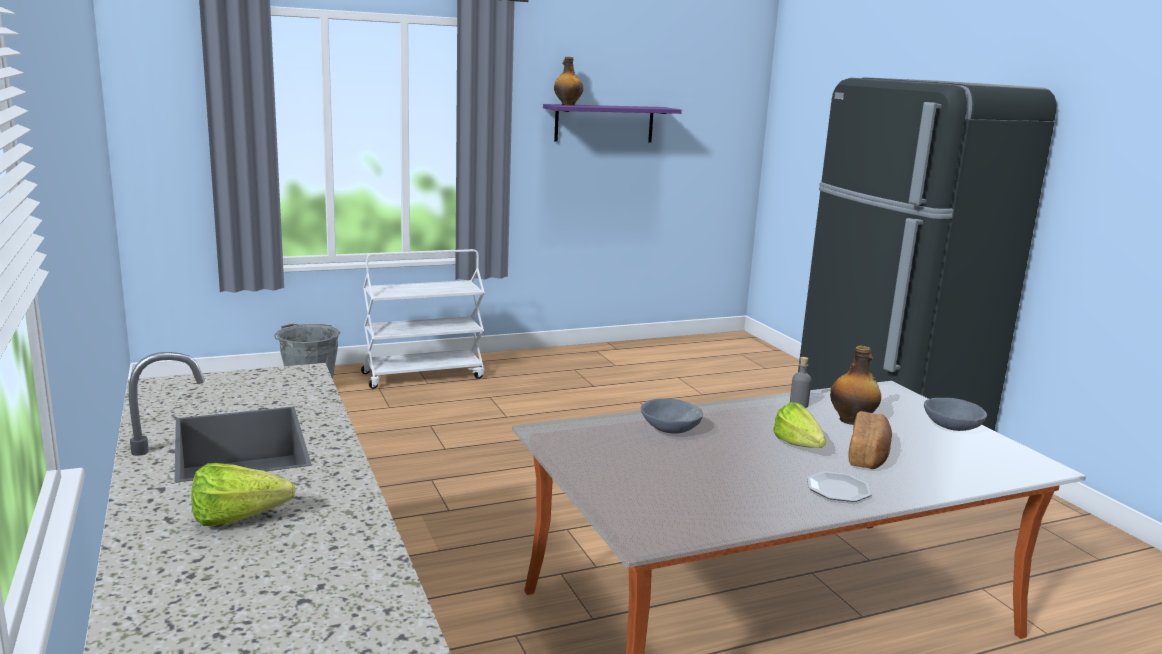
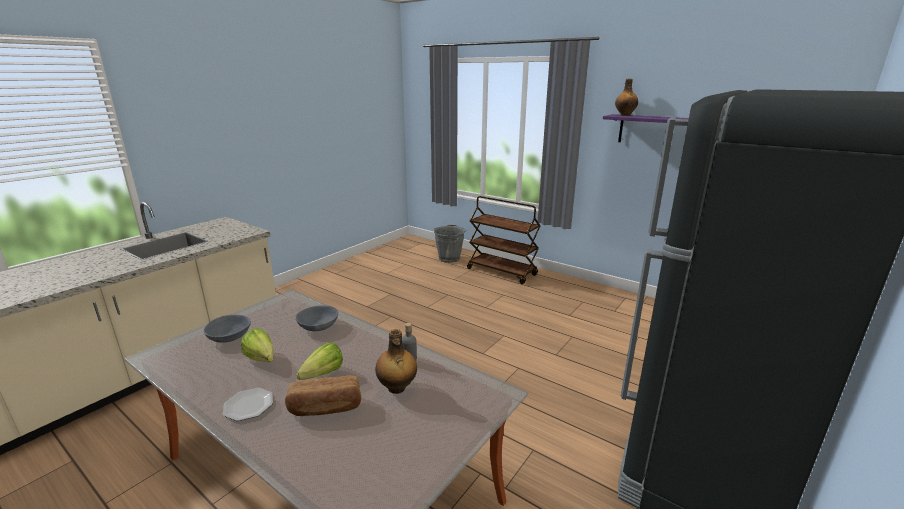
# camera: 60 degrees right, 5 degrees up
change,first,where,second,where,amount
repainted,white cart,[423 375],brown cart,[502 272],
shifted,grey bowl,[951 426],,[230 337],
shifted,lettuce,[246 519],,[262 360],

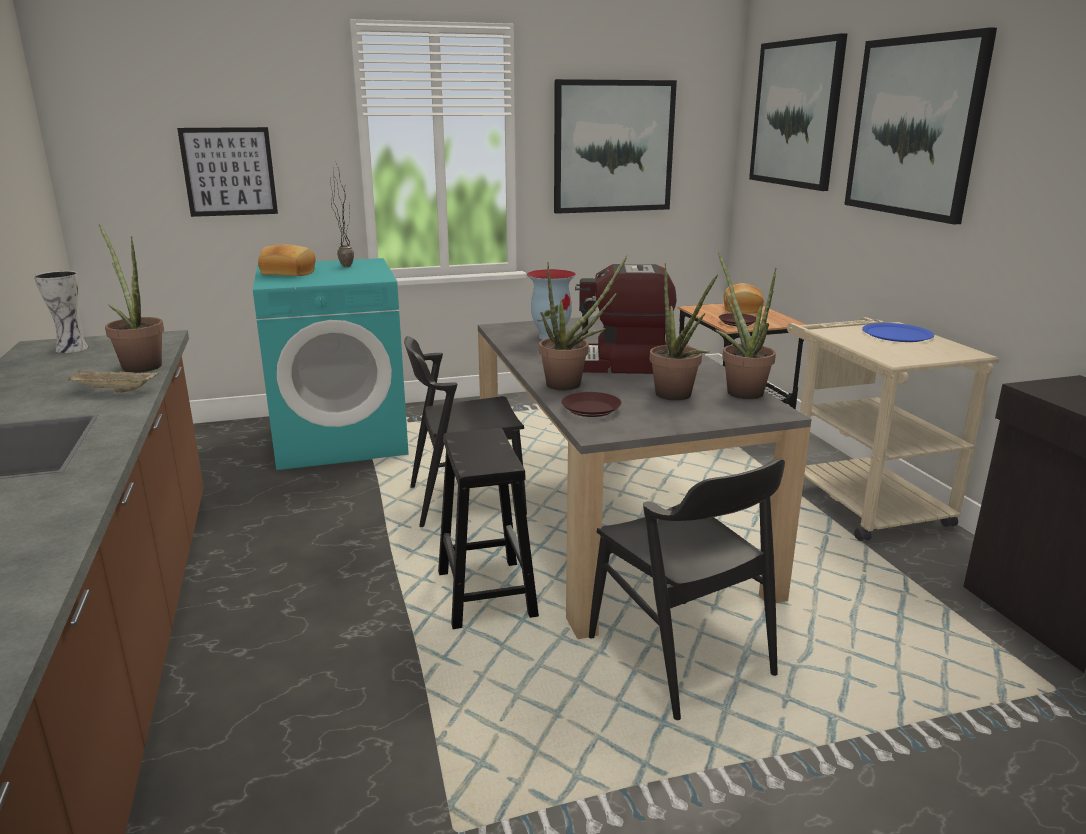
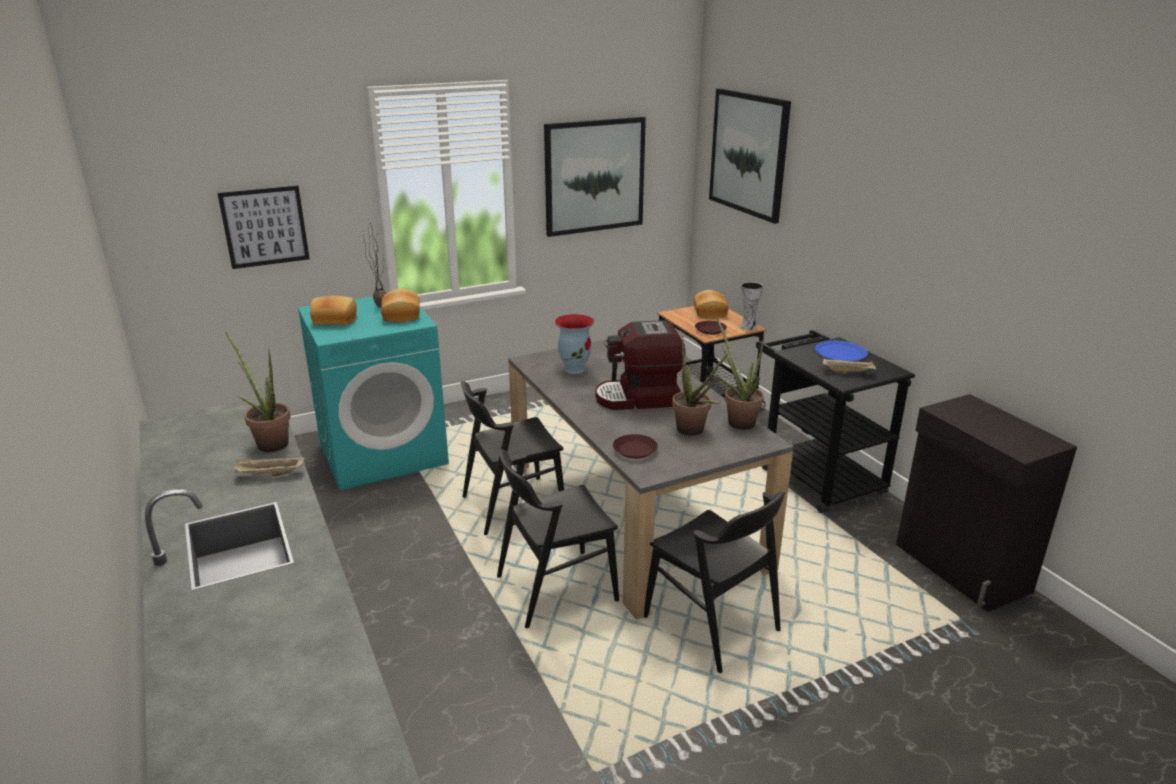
# camera: 10 degrees left, 5 degrees up
change,first,where,second,where,amount
gone,picture,[914 127],,,
gone,potted plant,[571 384],,,
shifted,vase,[73 348],,[748 326],
repainted,beige cart,[858 500],black cart,[815 475],
swapped,black stool,[485 593],black chair,[556 588],
new,,,bread,[400 315],
new,,,beige tray,[848 372],

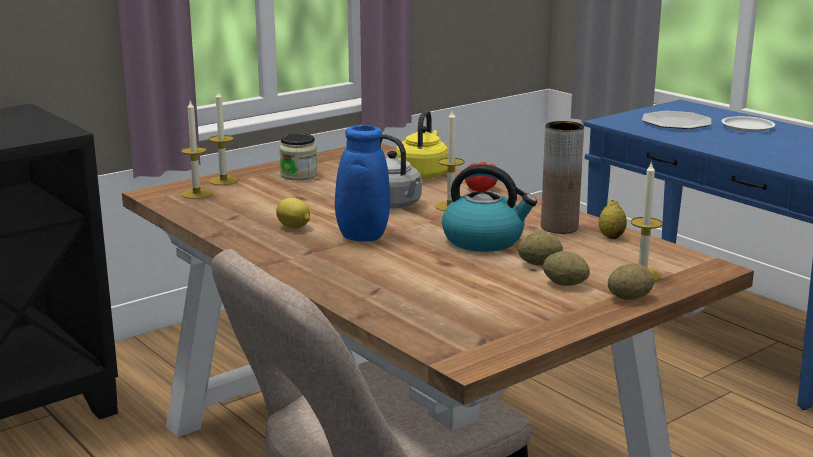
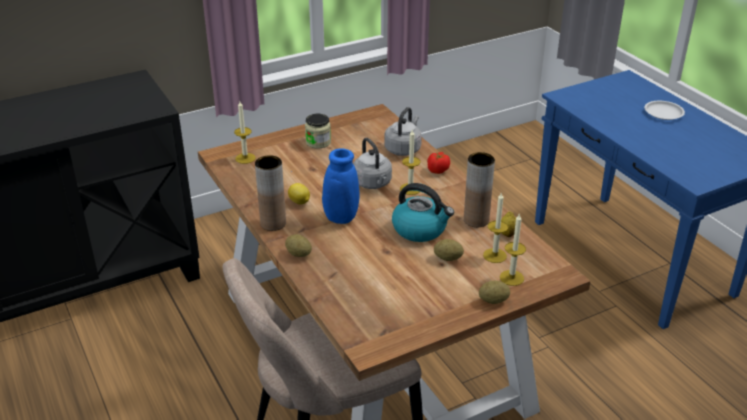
# camera: 10 degrees right, 15 degrees up
change,first,where,second,where,amount
shifted,candle,[223 181],,[494 255],
repainted,yellow kettle,[422 174],grey kettle,[403 149],
gone,plate,[676 123],,,
shifted,potato,[565 284],,[298 254],
new,,,brown vase,[273 223],

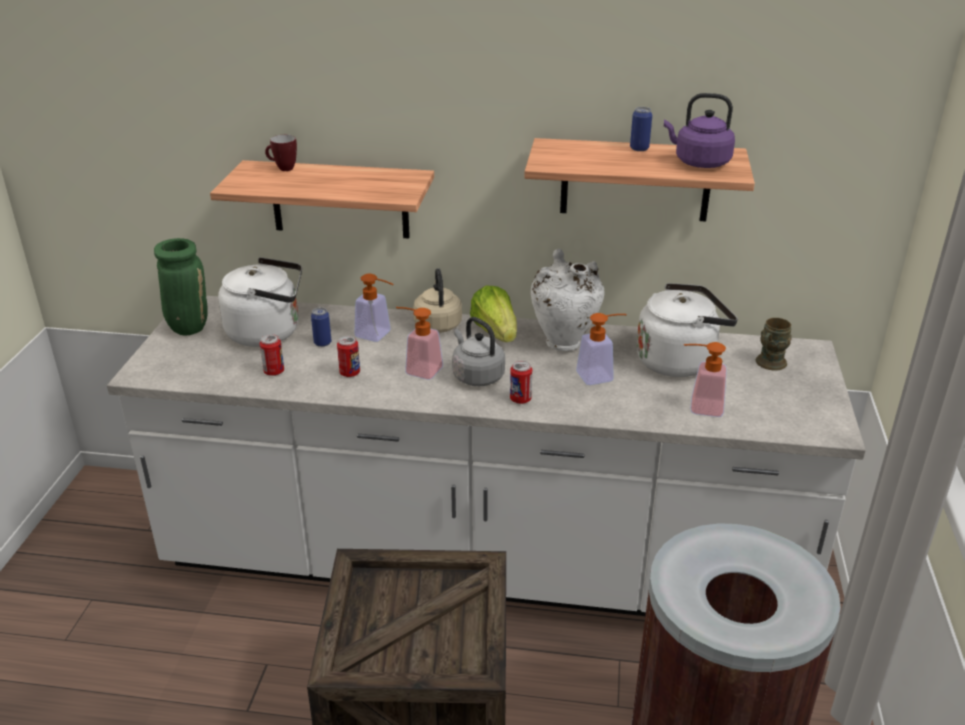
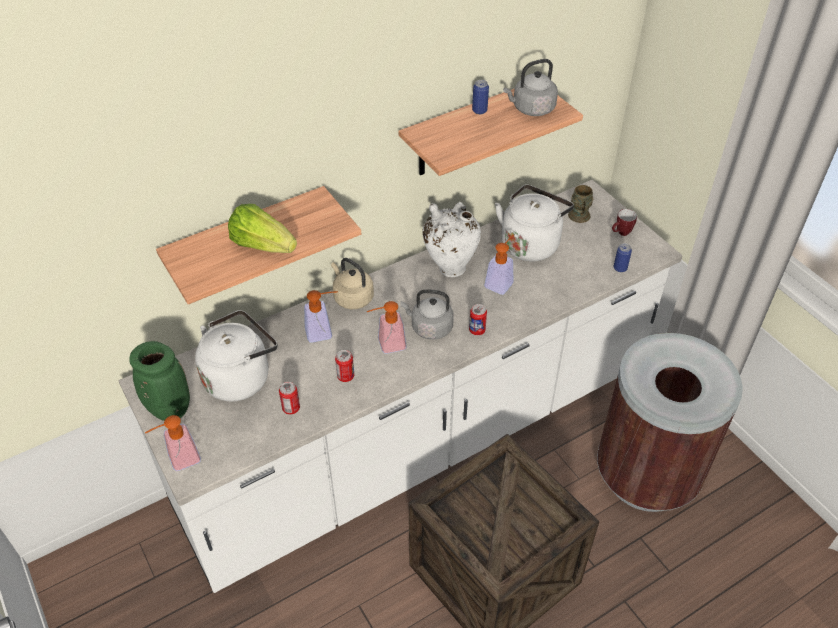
# camera: 40 degrees left, 15 degrees up
change,first,where,second,where,amount
repainted,purple kettle,[699 162],grey kettle,[531 109],
shifted,mug,[282 169],,[621 233],
shifted,lettuce,[496 332],,[262 245],
shifted,can,[322 343],,[620 268],
shifted,soap dispenser,[699 407],,[178 460],

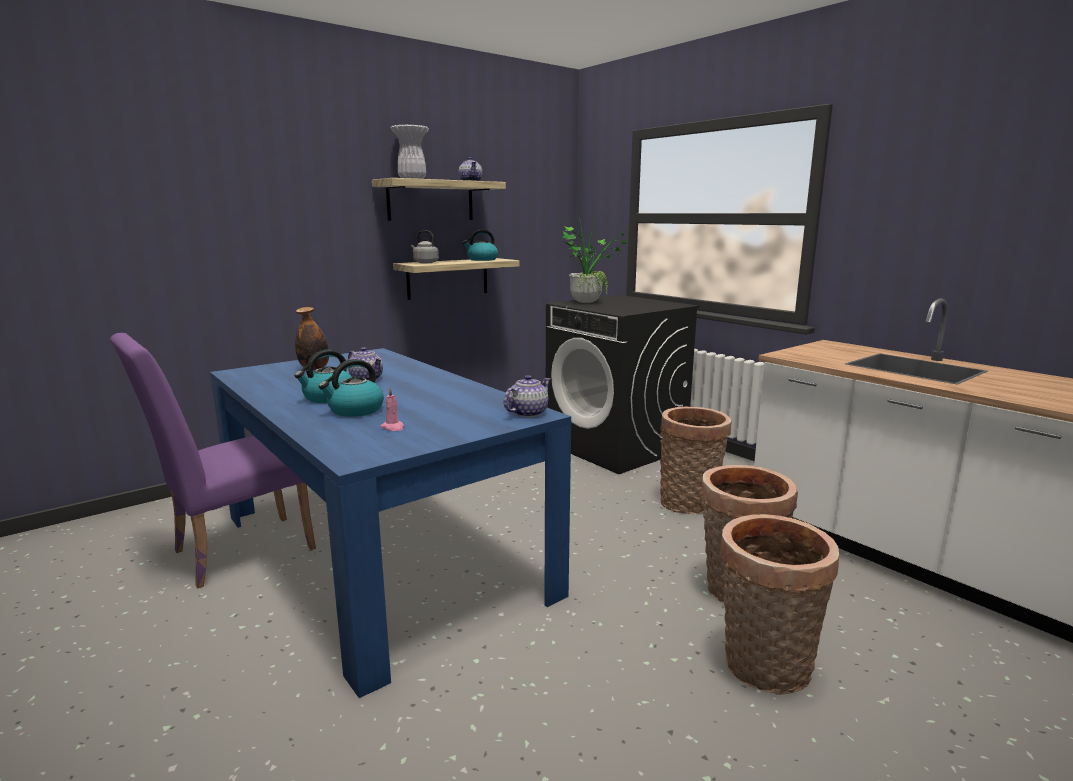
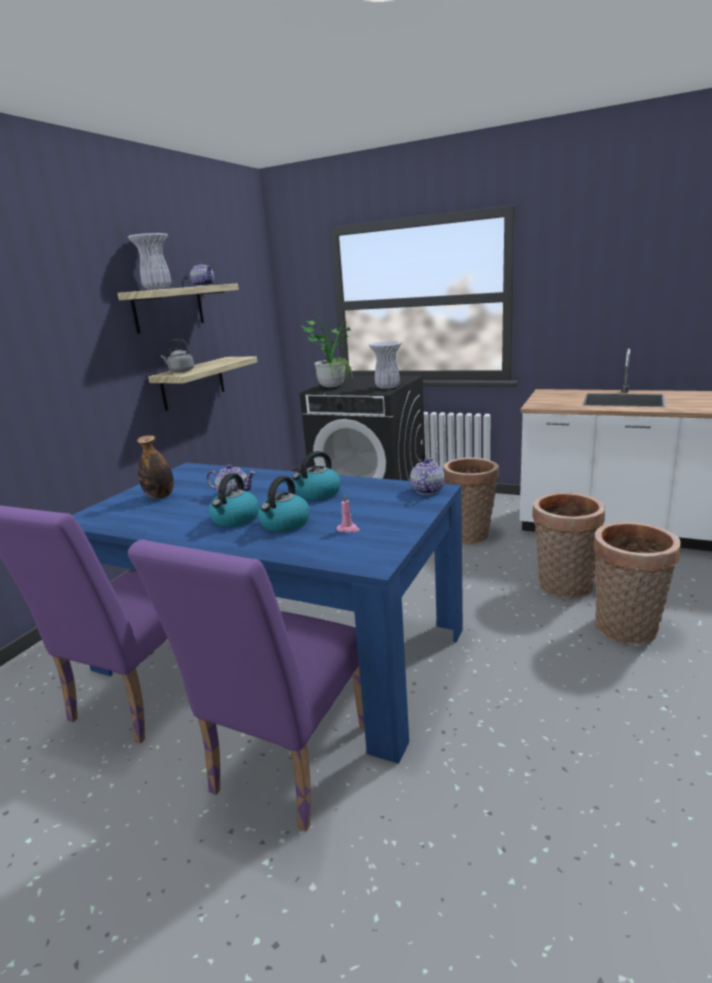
# camera: 25 degrees left, 5 degrees up
change,first,where,second,where,amount
shifted,kettle,[482 260],,[318 494],
new,,,white vase,[387 387],
new,,,purple chair,[284 767],

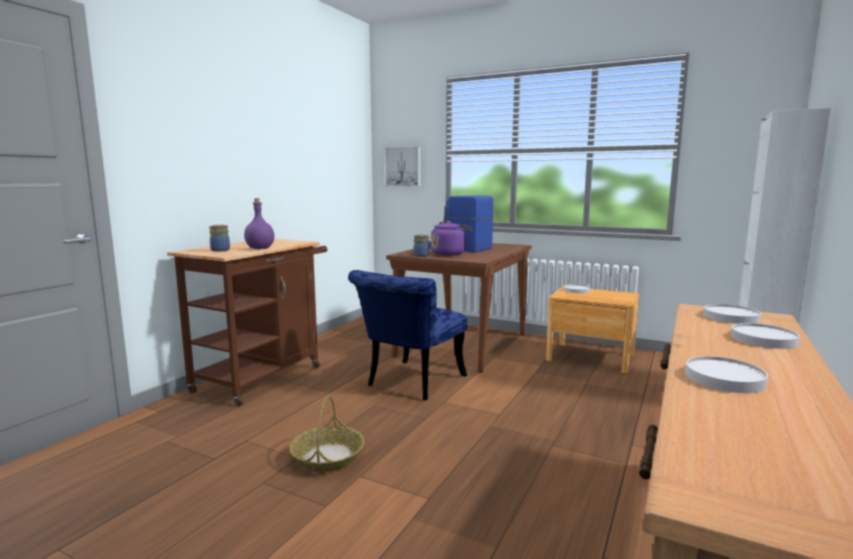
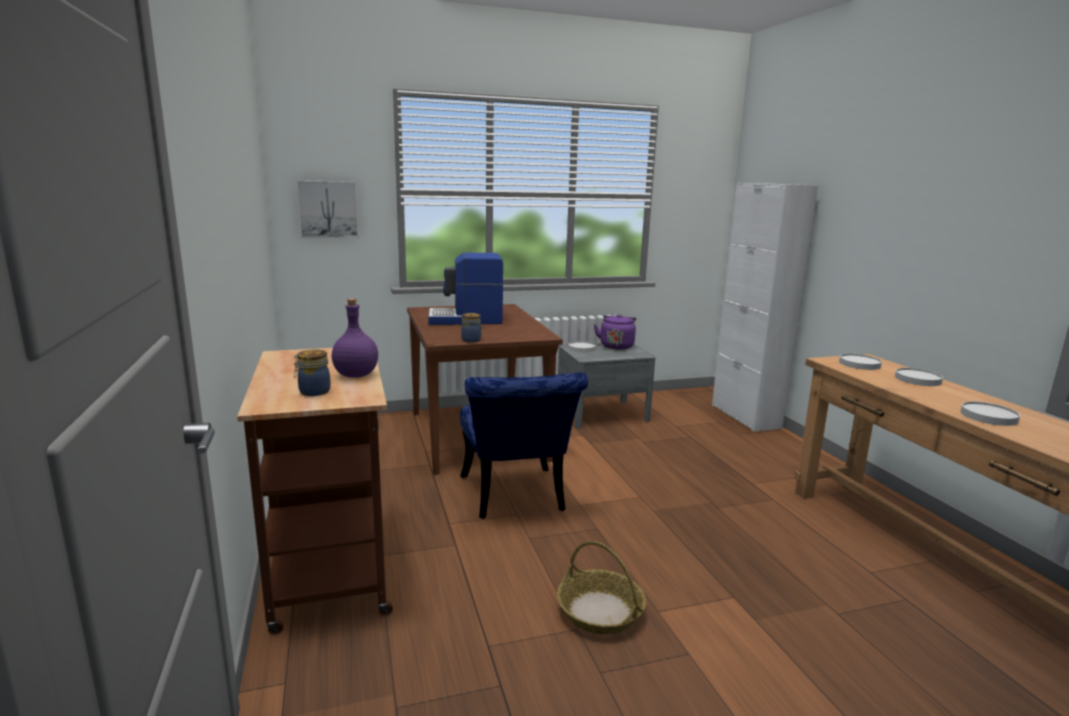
# camera: 45 degrees left, 5 degrees up
change,first,where,second,where,amount
shifted,purple kettle,[449 254],,[616 346],
repainted,brown nightstand,[590 357],grey nightstand,[602 413],

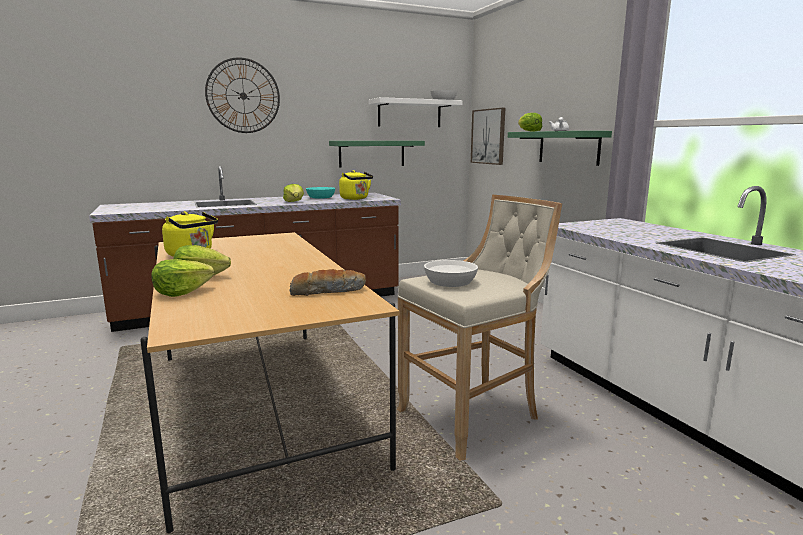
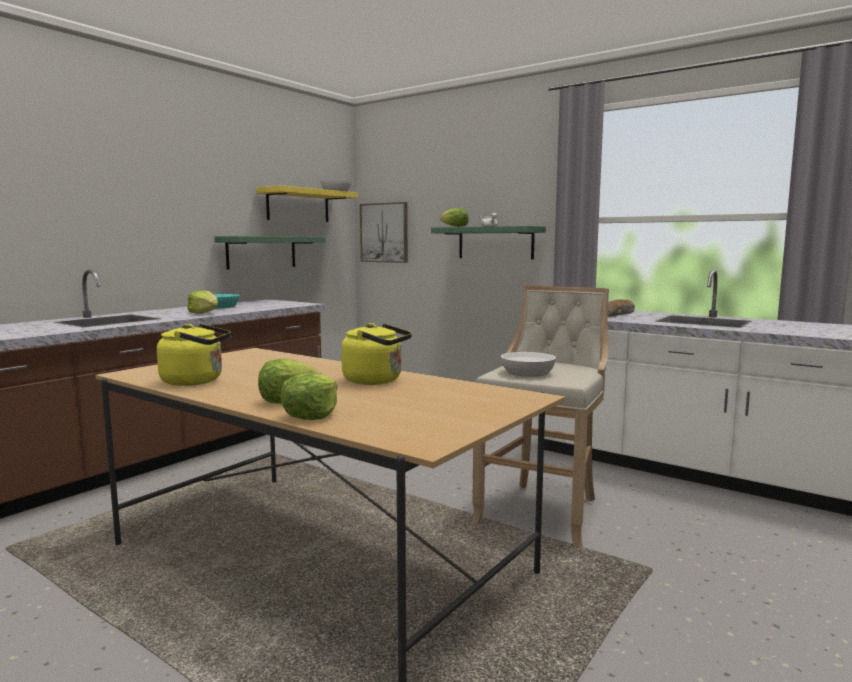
# camera: 30 degrees left, 5 degrees down
change,first,where,second,where,amount
gone,wall clock,[243 96],,,
repainted,white shelf,[409 113],yellow shelf,[298 205],
shifted,yellow kettle,[355 199],,[376 381],
shifted,bread,[328 291],,[618 314],

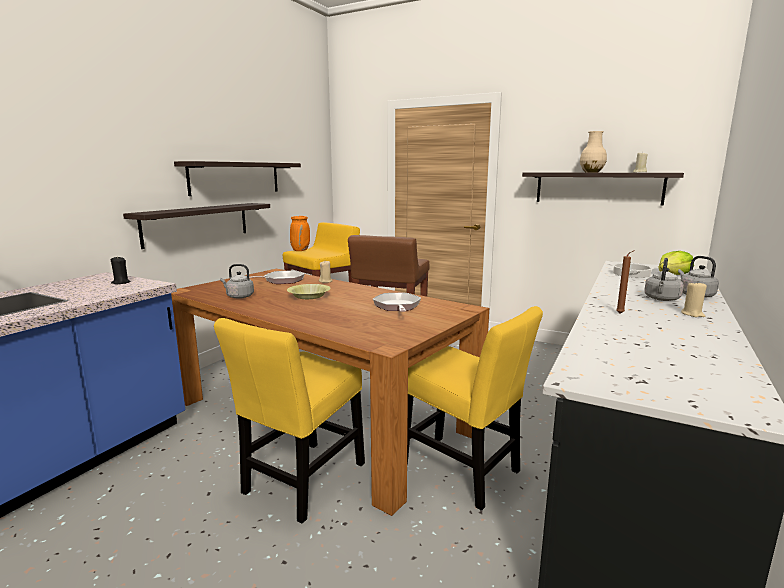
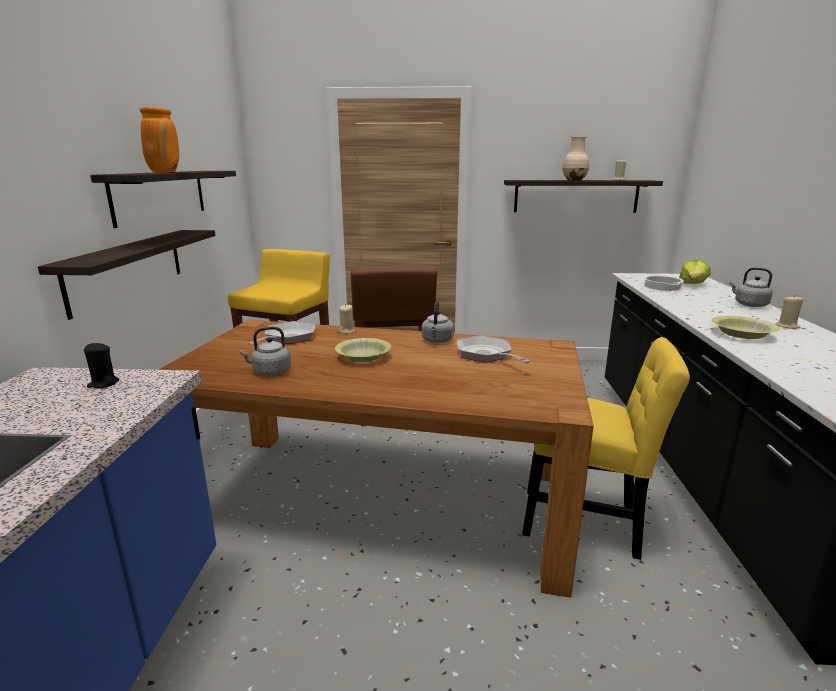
# camera: 25 degrees left, 5 degrees up
change,first,where,second,where,amount
shifted,orange vase,[300 250],,[164 172],
swapped,brown candle,[621 313],yellow bowl,[742 334],
shifted,grey kettle,[661 299],,[437 341],
gone,yellow chair,[302 482],,,

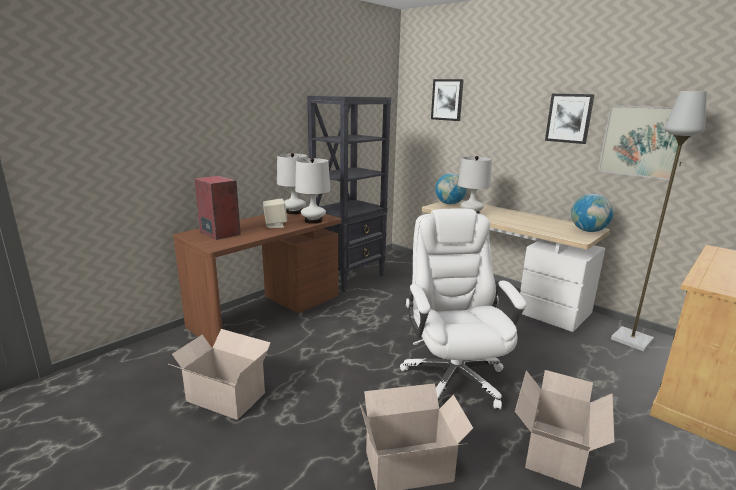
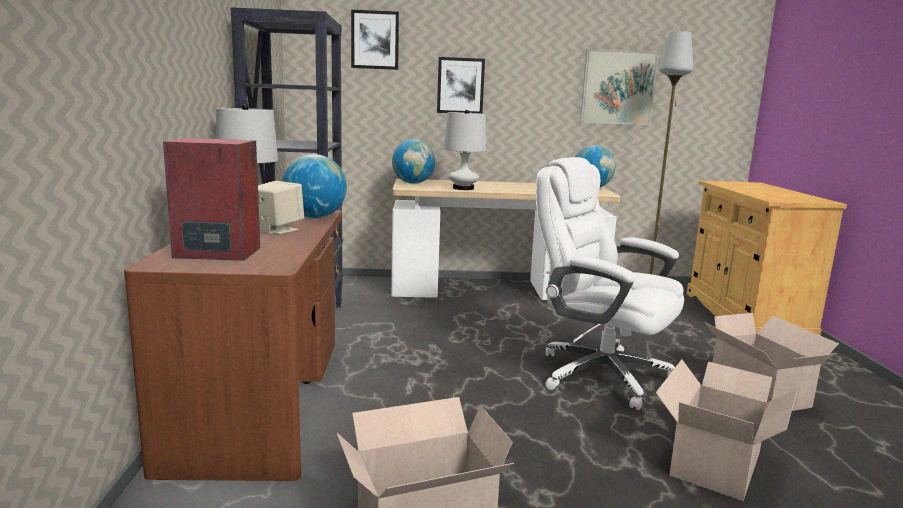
# camera: 45 degrees left, 5 degrees down
change,first,where,second,where,amount
shifted,picture,[569 118],,[460 86],
swapped,white table lamp,[313 221],globe,[315 217],

